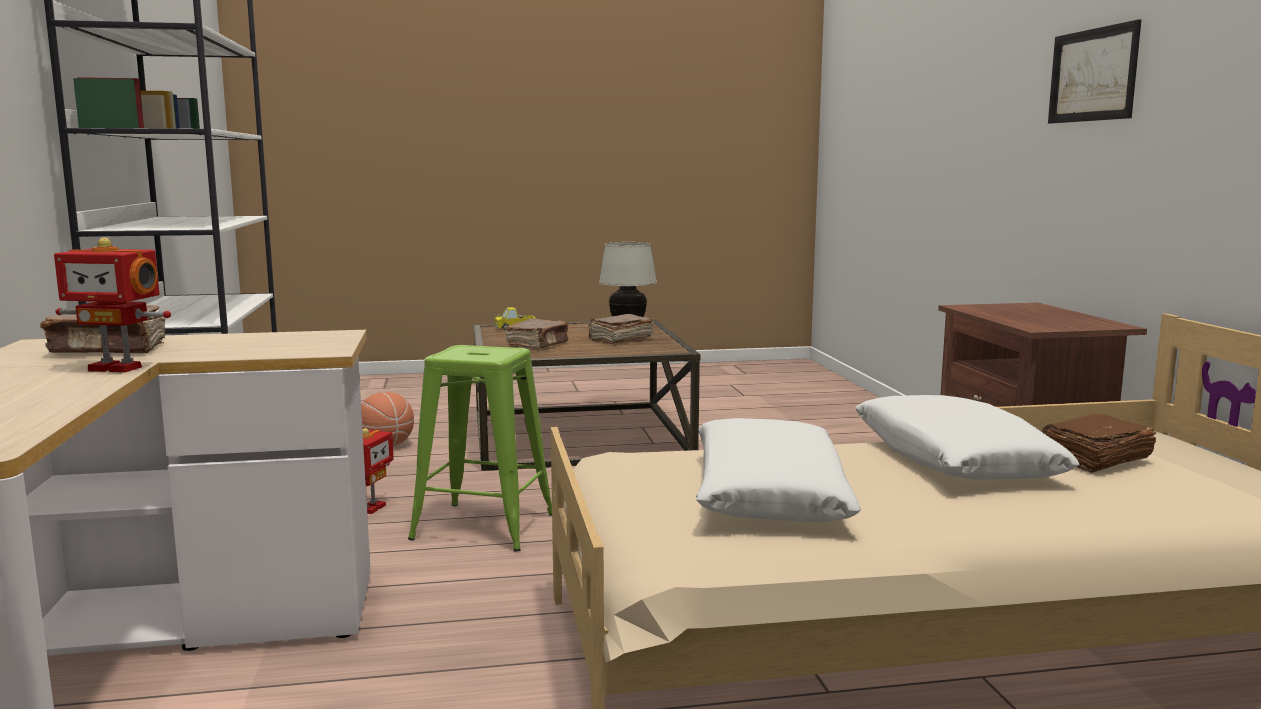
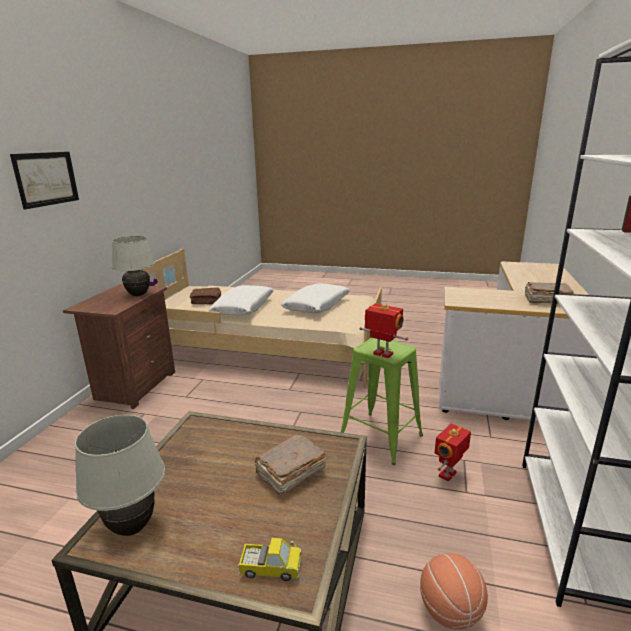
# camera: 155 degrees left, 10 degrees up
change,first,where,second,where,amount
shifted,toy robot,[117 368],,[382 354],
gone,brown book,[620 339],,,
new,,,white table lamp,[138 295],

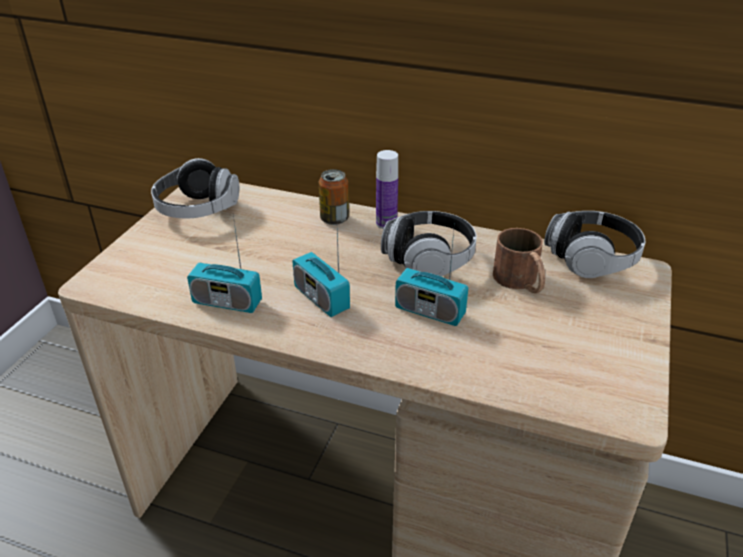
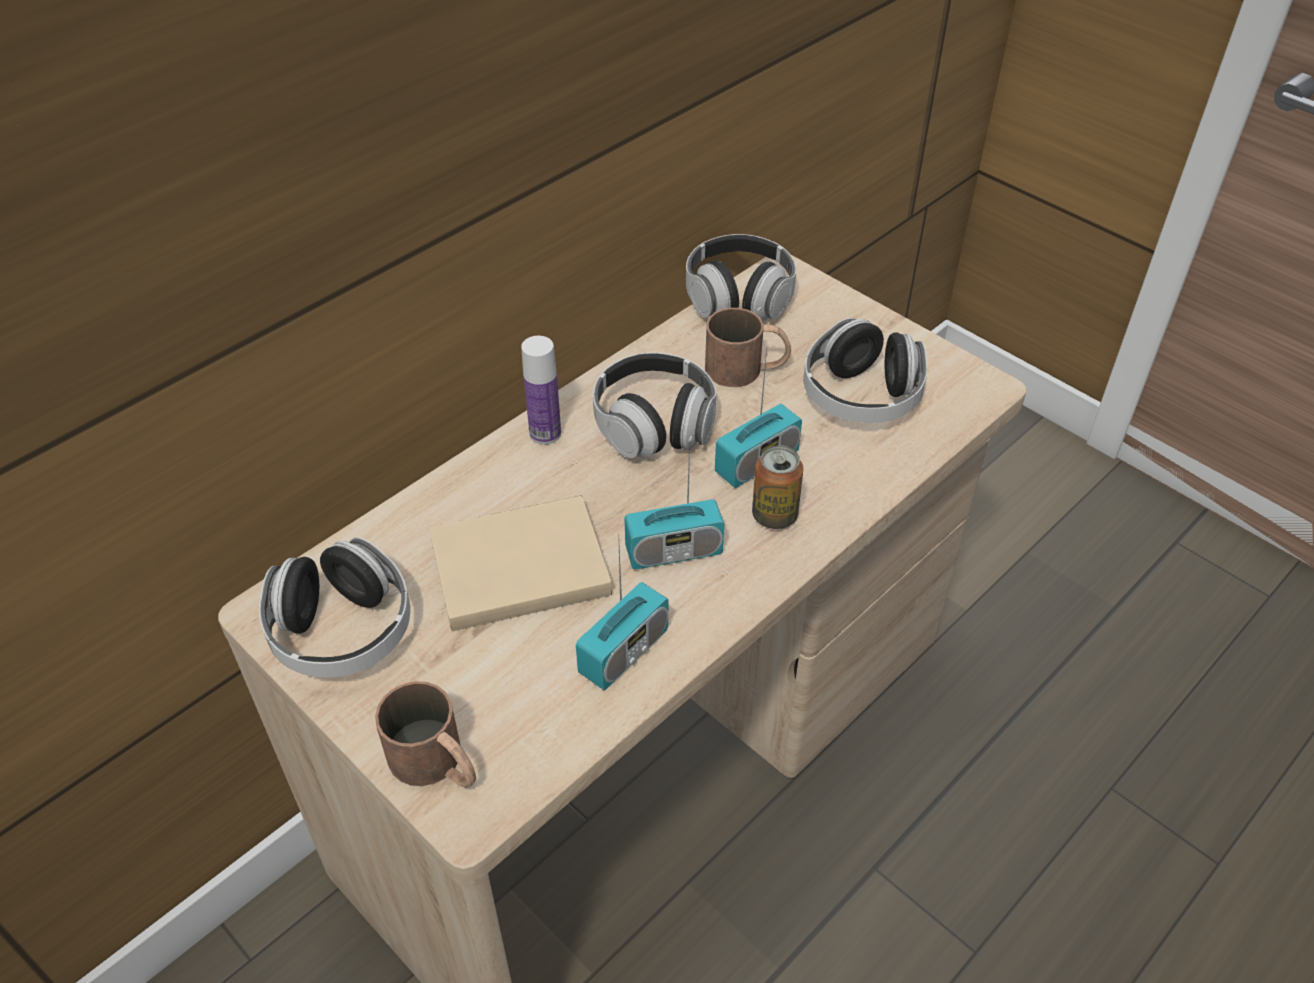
# camera: 65 degrees left, 10 degrees up
change,first,where,second,where,amount
shifted,can,[334 219],,[774 515],
new,,,headphones,[861 397],
new,,,beige book,[514 566],
new,,,brown mug,[437 764],

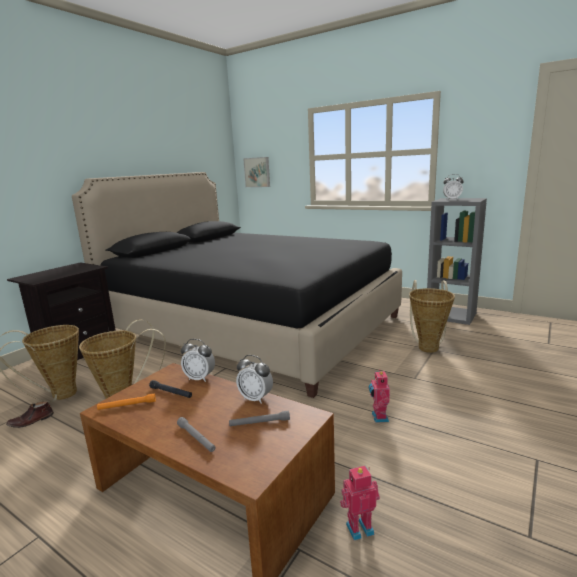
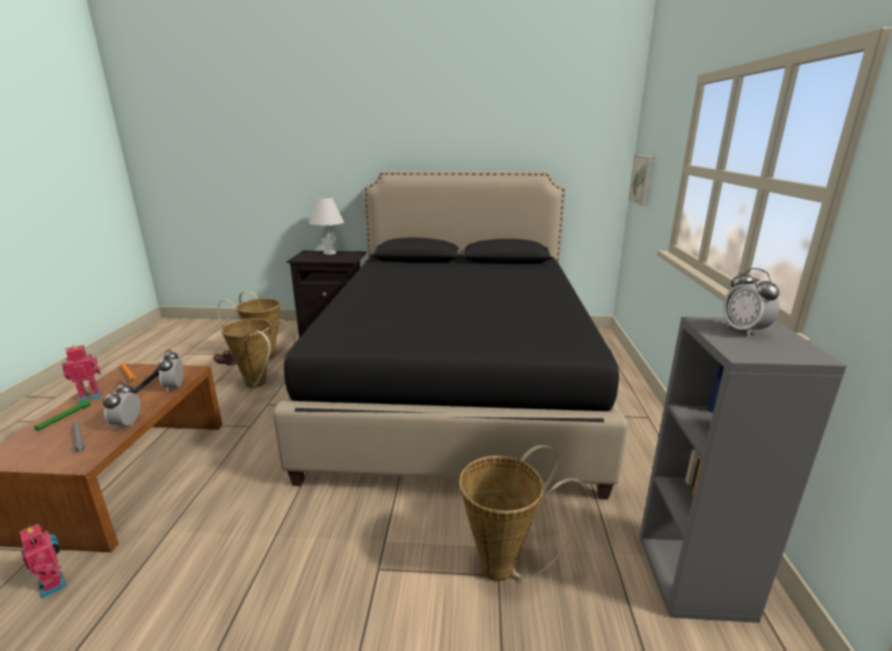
# camera: 60 degrees right, 5 degrees up
change,first,where,second,where,amount
shifted,toy robot,[378 417],,[90 396],
repainted,grey flashlight,[196 438],green flashlight,[64 418],
new,,,white table lamp,[329 253],

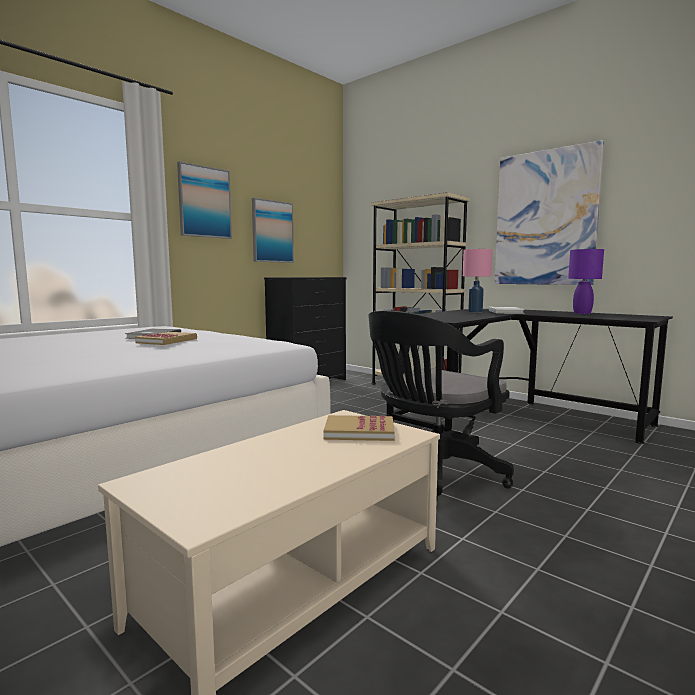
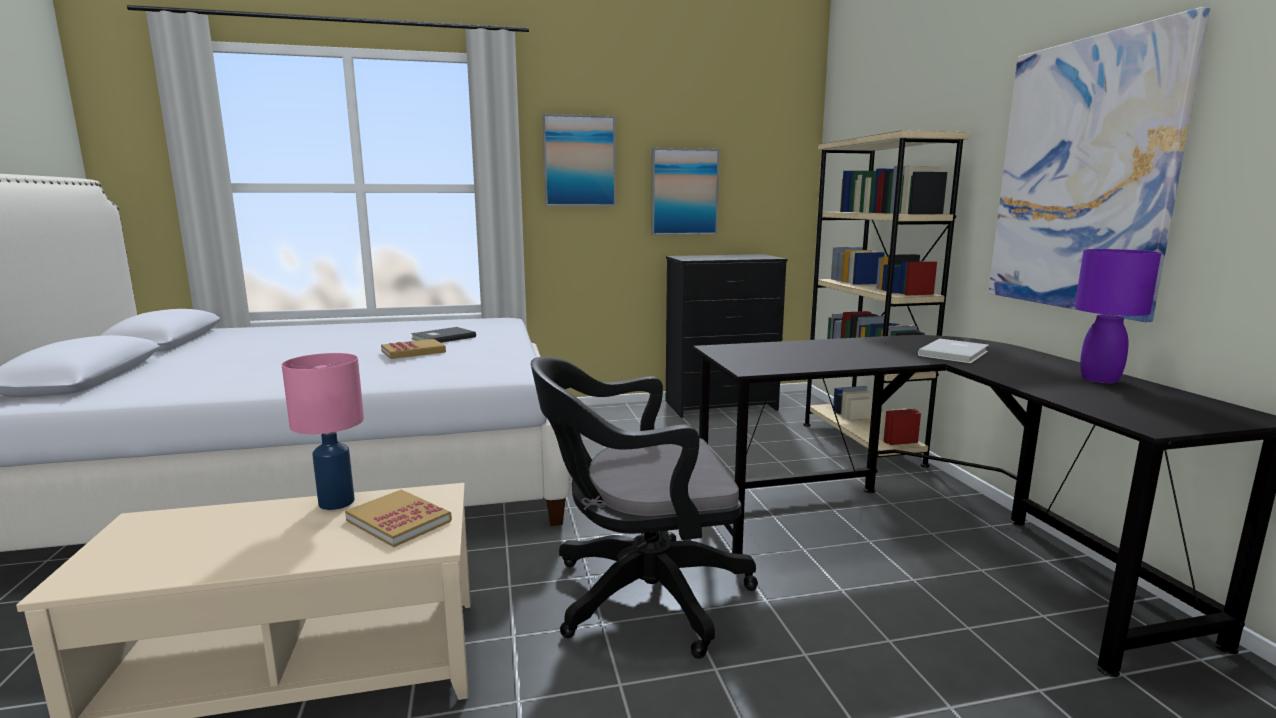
# camera: 35 degrees right, 5 degrees up
change,first,where,second,where,amount
shifted,pink table lamp,[475 312],,[335 503],

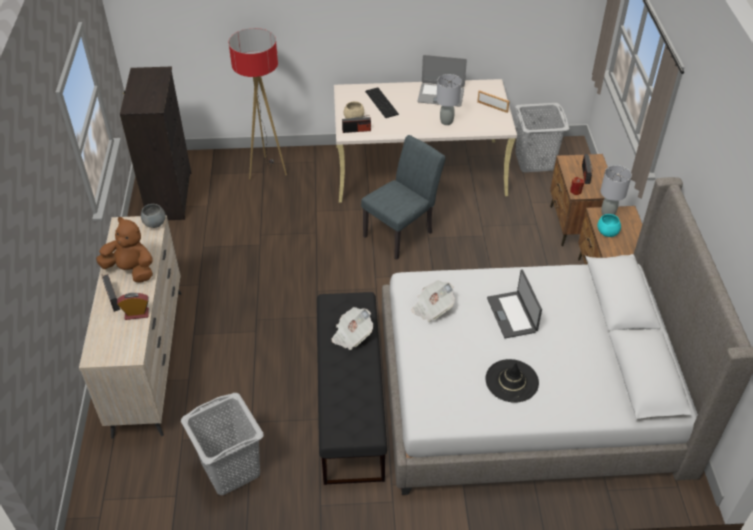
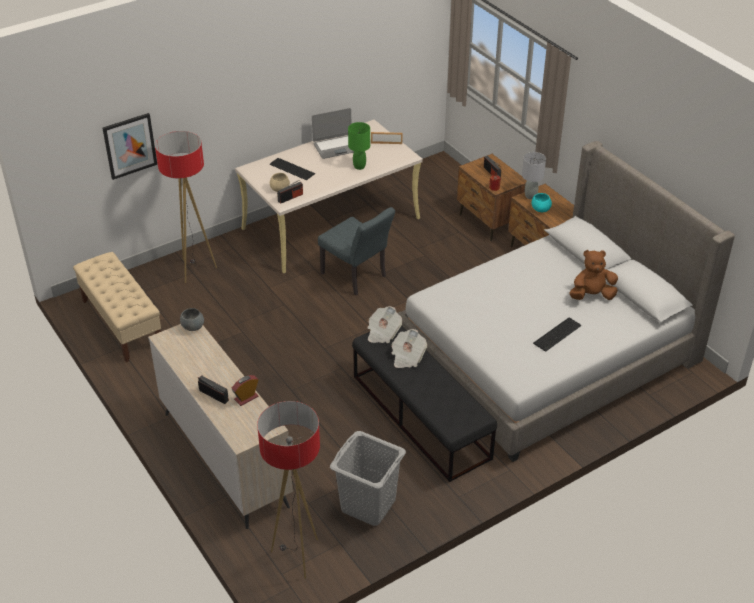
# camera: 30 degrees left, 5 degrees down
change,first,where,second,where,amount
swapped,black dresser,[170 196],beige bench,[121 323],
repainted,grey table lamp,[446 122],green table lamp,[359 166],
gone,grey laundry basket,[534 162],,,
rotated,grey chair,[402 232],,[357 277],120 degrees clockwise
shifted,brown plush toy,[131 270],,[591 295],
gone,laptop,[512 315],,,
shifted,newspaper,[432 308],,[383 333],
swapped,black hat,[512 381],keyboard,[558 334],
new,,,picture,[129 145],
new,,,floor lamp,[297 556],

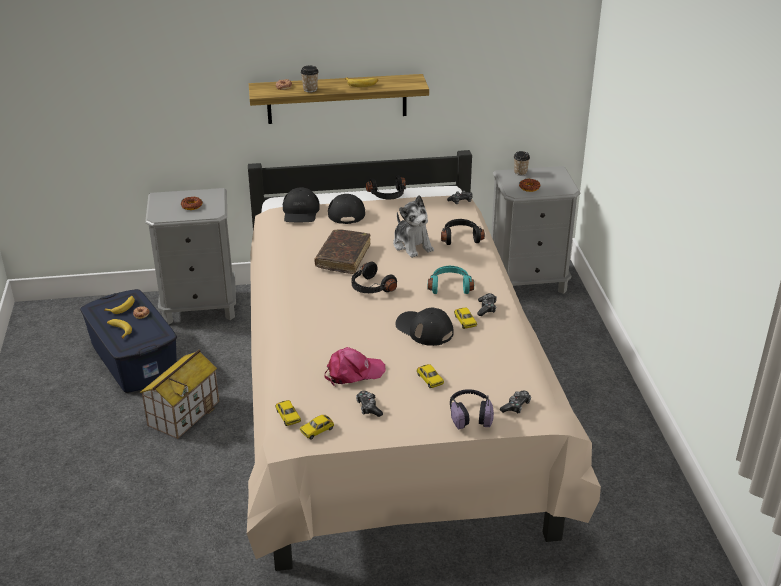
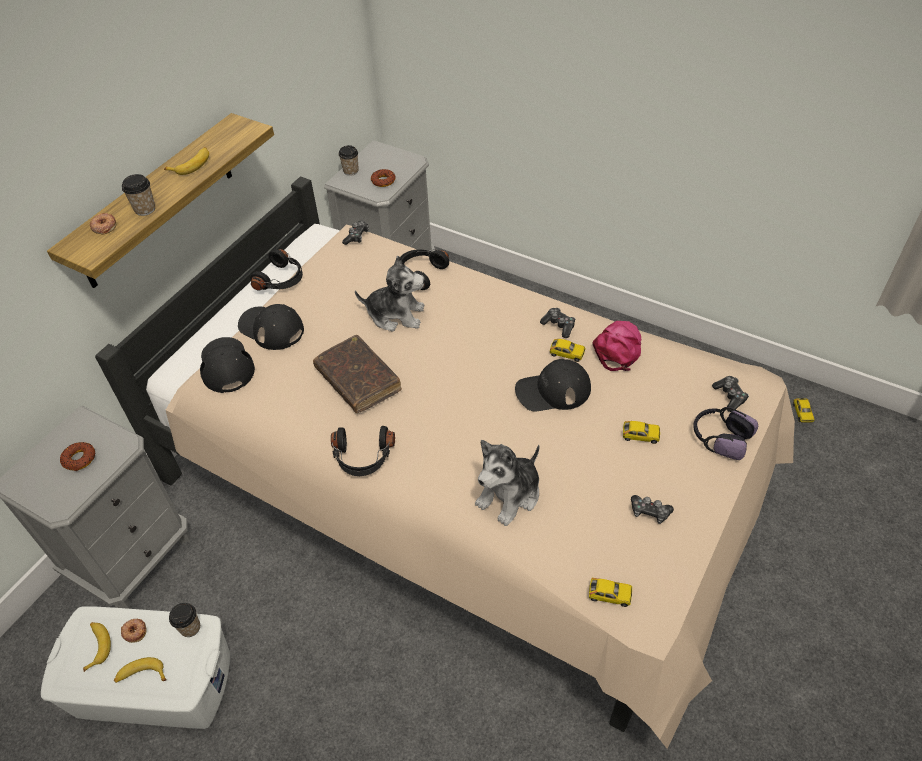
# camera: 50 degrees left, 15 degrees up
change,first,where,second,where,amount
rotated,black cap,[300 212],,[226 366],150 degrees counterclockwise
shifted,black headphones,[371 287],,[363 458],
gone,turquoise headphones,[450 286],,,
repainted,blue storage box,[134 359],white storage box,[154 682],
shifted,pink cap,[353 372],,[618 348],
gone,toy house,[183 413],,,
shifted,toy car,[317 430],,[802 413],
new,,,plush toy,[510 495],
new,,,cup,[190 628],

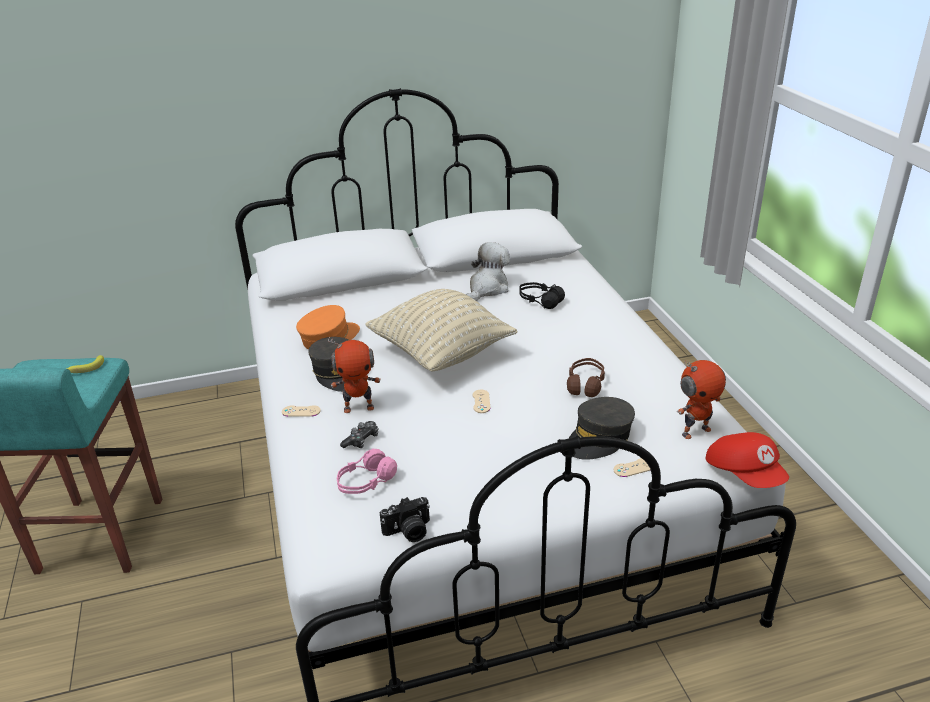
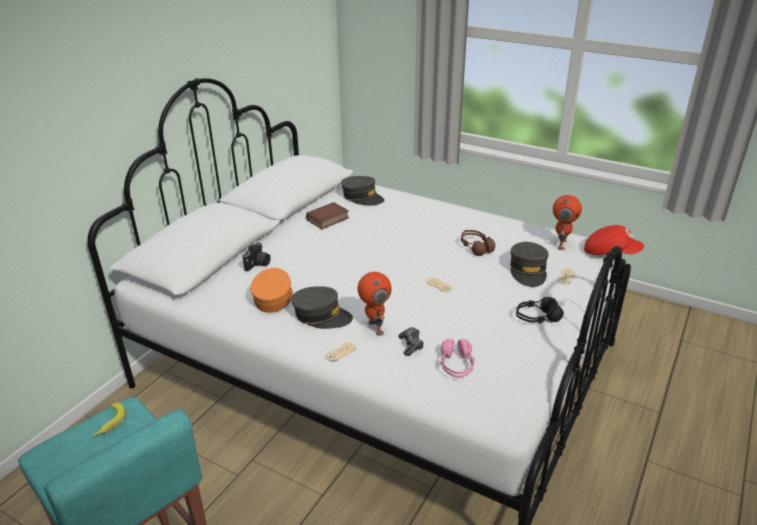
# camera: 45 degrees left, 0 degrees up
change,first,where,second,where,amount
swapped,plush toy,[487 289],book,[328 220],
shifted,black headphones,[540 301],,[537 318],
gone,beige pillow,[441 354],,,
rotated,toy robot,[359 407],,[374 328],60 degrees counterclockwise
shifted,photo camera,[408 532],,[258 264],
new,,,grey cap,[362 197],

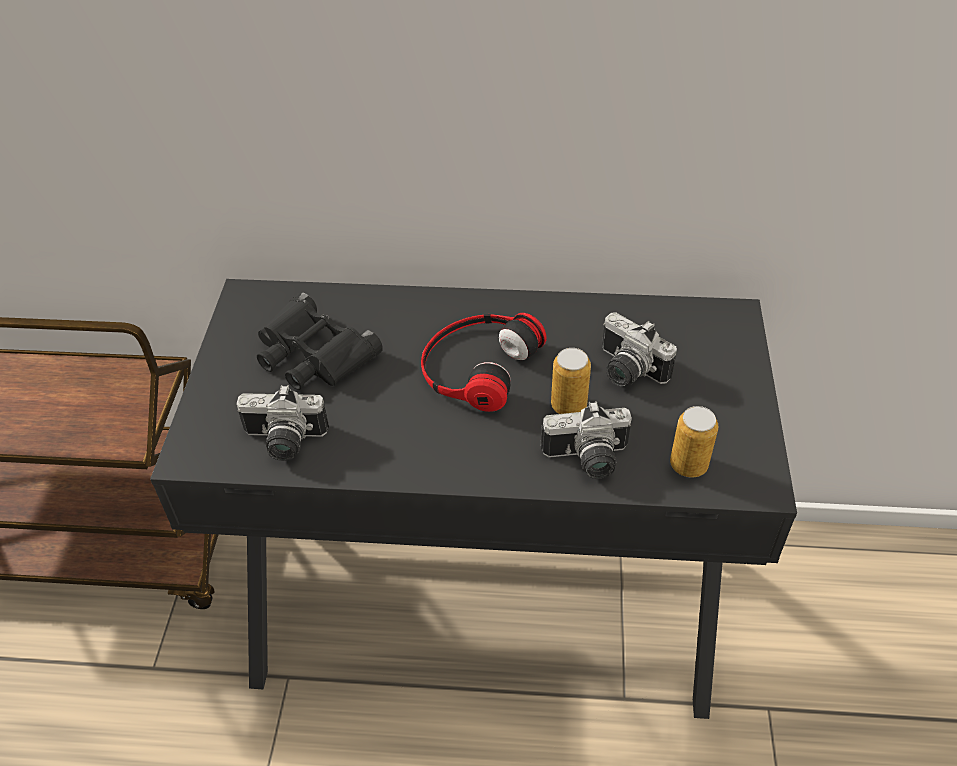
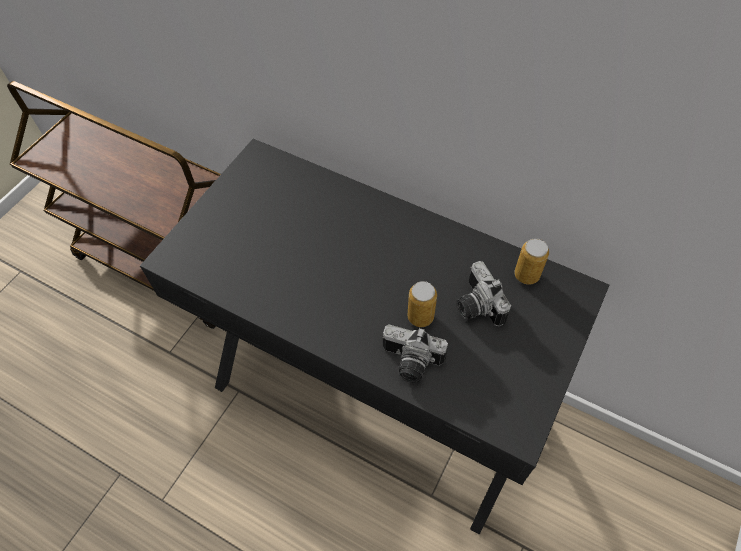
# camera: 25 degrees right, 10 degrees up
change,first,where,second,where,amount
gone,black binoculars,[312 354],,,
gone,headphones,[477 365],,,
gone,photo camera,[283 442],,,
shifted,can,[688 465],,[526 275],

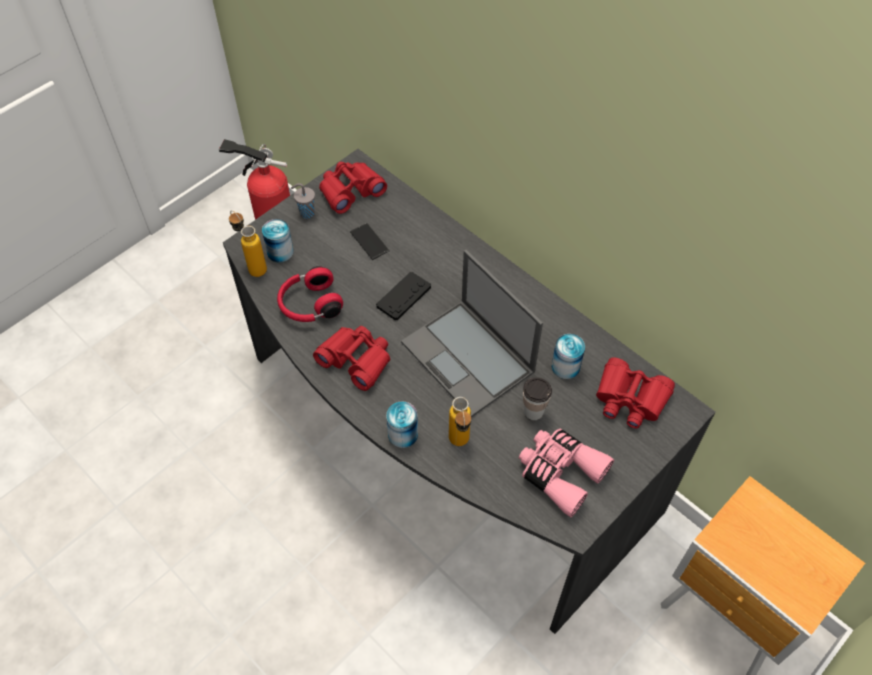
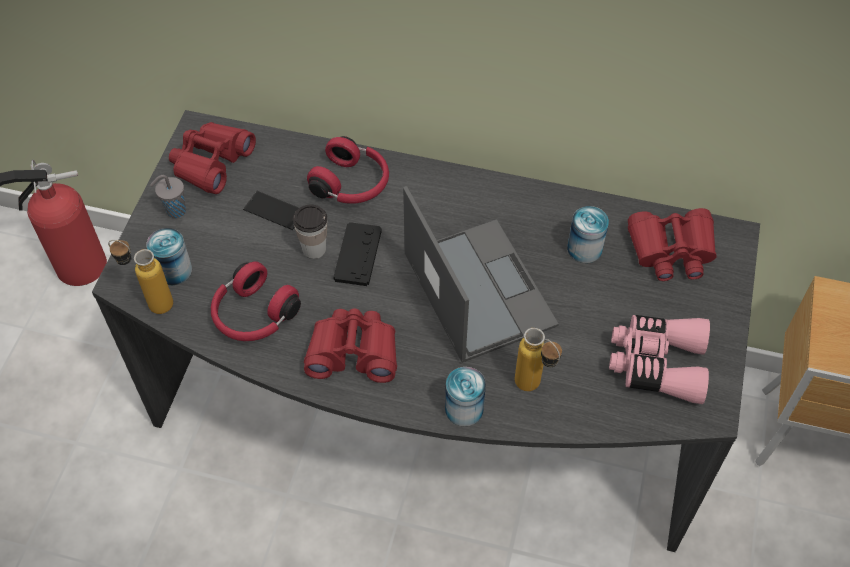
# camera: 30 degrees left, 0 degrees up
change,first,where,second,where,amount
rotated,laptop,[469 358],,[477 288],135 degrees counterclockwise
shifted,cup,[533 411],,[314 249],
new,,,red headphones,[352 184],

